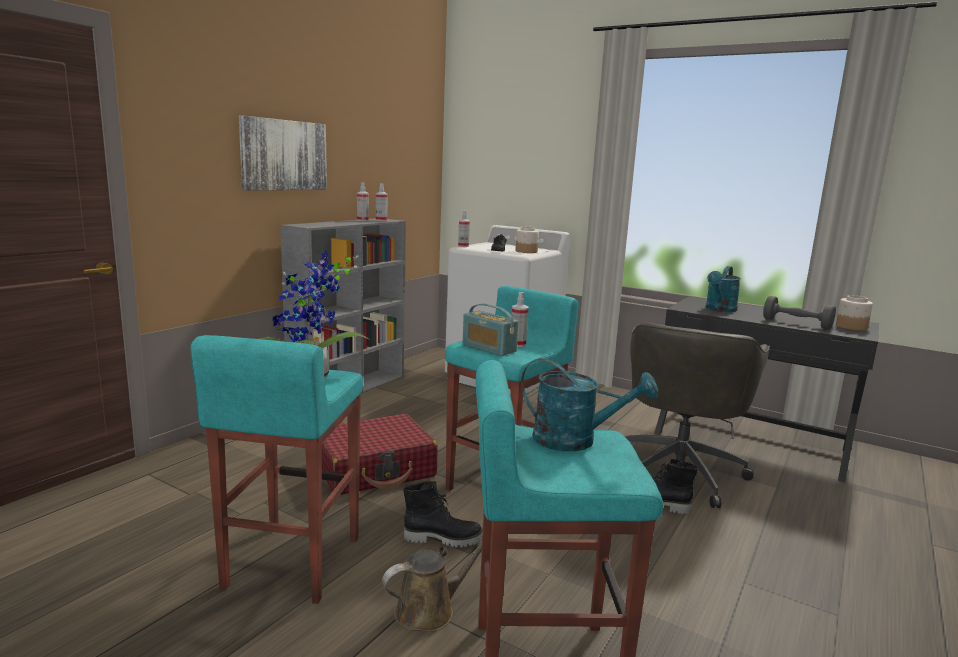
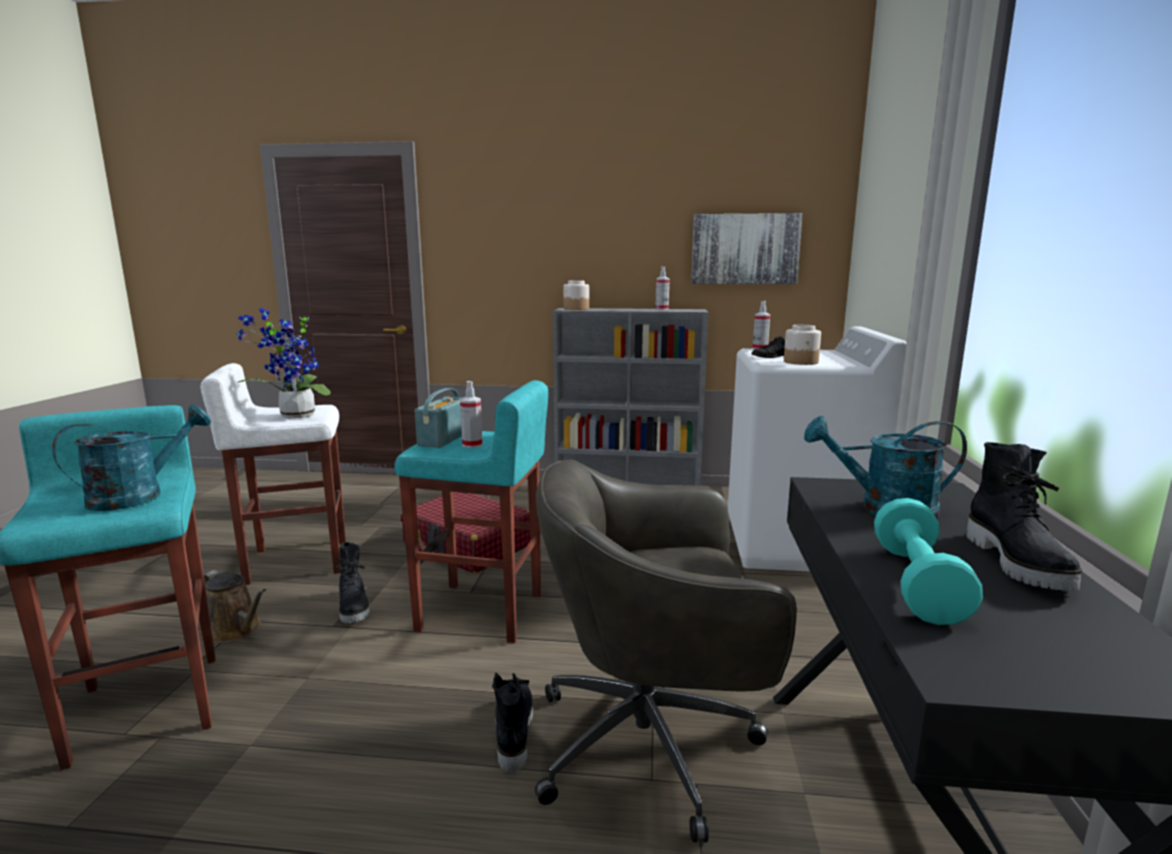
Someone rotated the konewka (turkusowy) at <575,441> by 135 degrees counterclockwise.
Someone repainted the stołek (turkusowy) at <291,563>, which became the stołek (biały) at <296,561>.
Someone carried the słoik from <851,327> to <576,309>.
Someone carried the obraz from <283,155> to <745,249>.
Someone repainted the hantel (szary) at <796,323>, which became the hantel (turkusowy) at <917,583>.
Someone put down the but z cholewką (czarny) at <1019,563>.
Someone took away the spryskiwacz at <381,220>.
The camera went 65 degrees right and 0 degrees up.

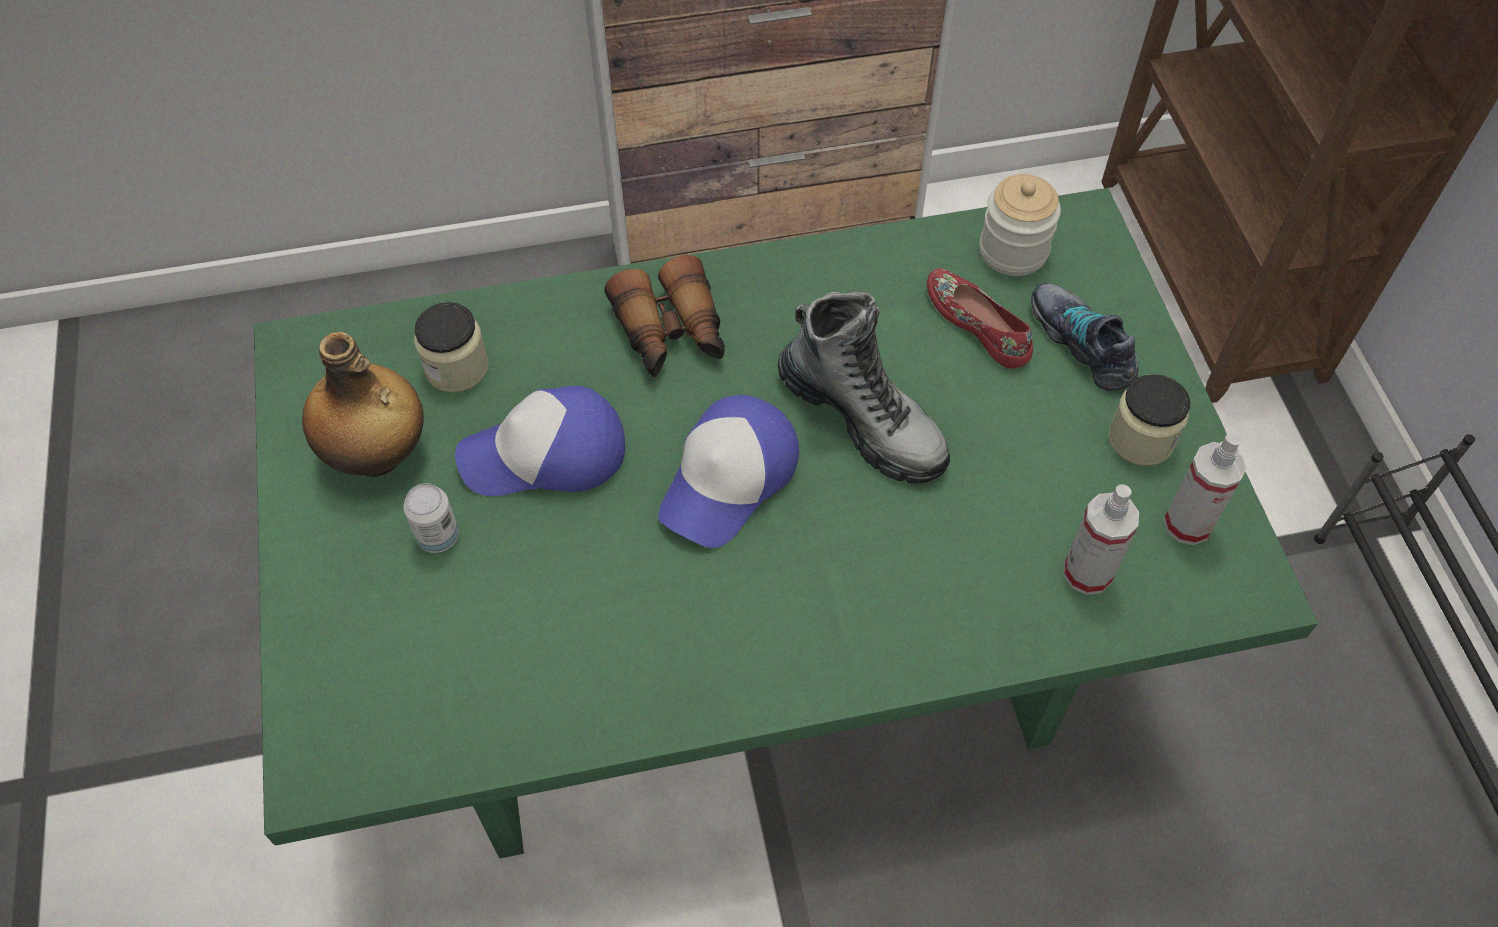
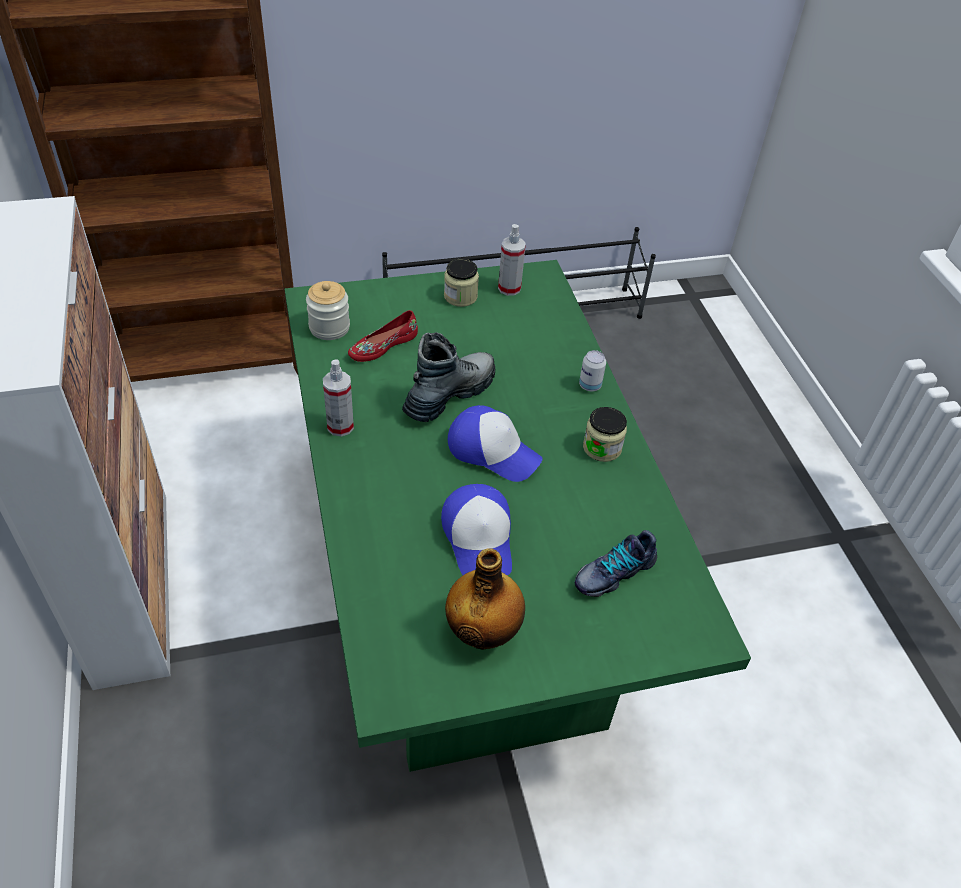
Someone carried the spryskiwacz from <1087,573> to <340,426>.
Someone carried the but from <1082,342> to <613,572>.
Someone carried the puszka from <438,537> to <590,385>.
Someone carried the słoik from <456,367> to <602,448>.
Someone took away the lornetka at <671,334>.
The camera went 95 degrees left and 10 degrees down.

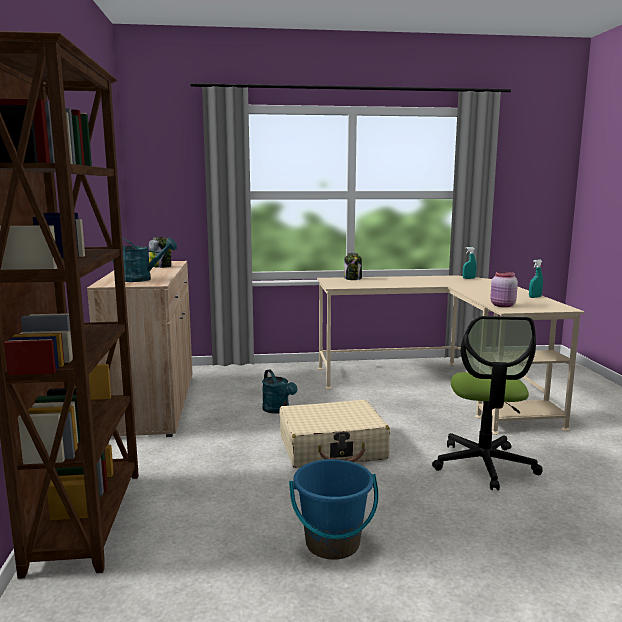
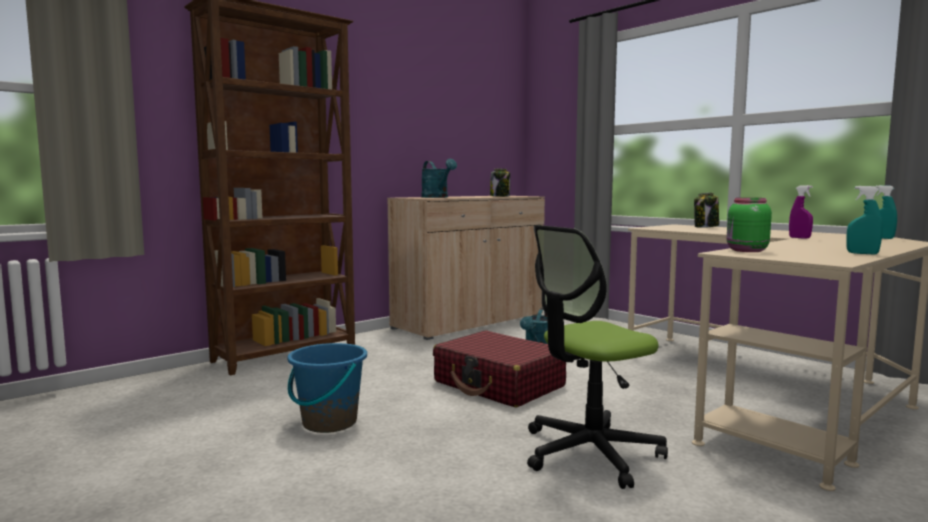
Someone repainted the walizka (beżowy) at <332,448>, which became the walizka (czerwony) at <499,384>.
Someone repainted the słoik (różowy) at <502,305>, which became the słoik (zielony) at <746,251>.
Someone put down the spryskiwacz (fioletowy) at <799,238>.
The camera went 55 degrees right and 5 degrees down.

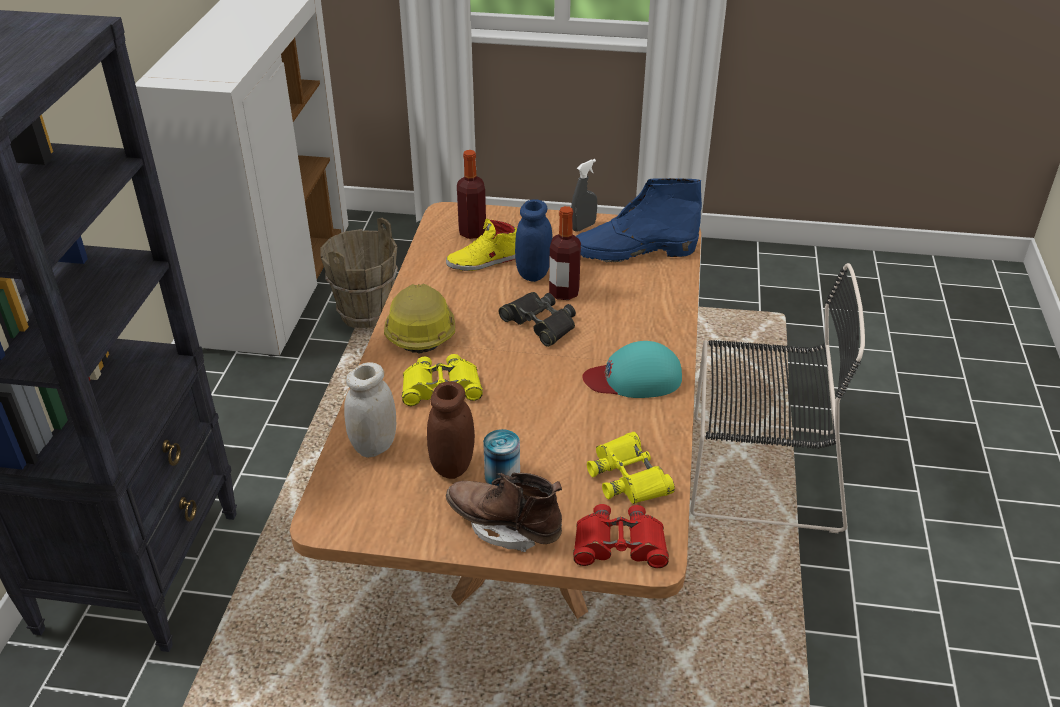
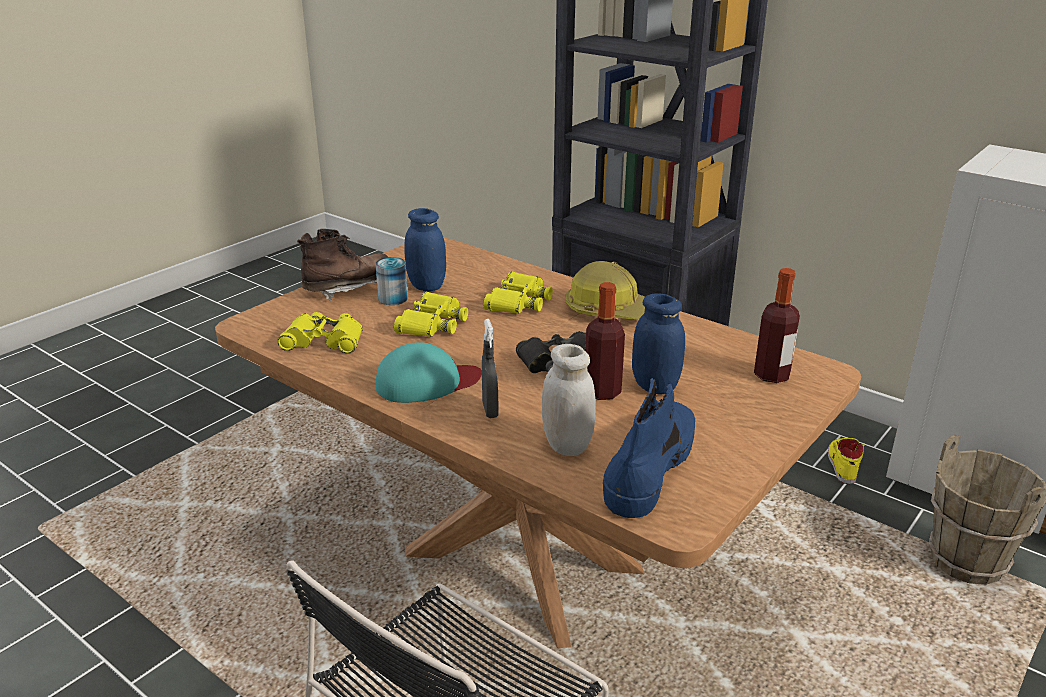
Someone rotated the czapka z daszkiem (turkusowy) at <634,378> by 45 degrees clockwise.
Someone put down the lornetka (żółty) at <432,323>.
Someone repainted the słoik (brązowy) at <452,466>, which became the słoik (niebieski) at <426,286>.
Someone carried the spryskiwacz (szary) from <583,227> to <490,410>.
Someone carried the słoik (biały) from <374,445> to <567,445>.
Someone carried the but (żółty) from <484,261> to <841,464>.
Someone took away the lornetka (czerwony) at <619,545>.
The camera went 120 degrees right and 10 degrees down.

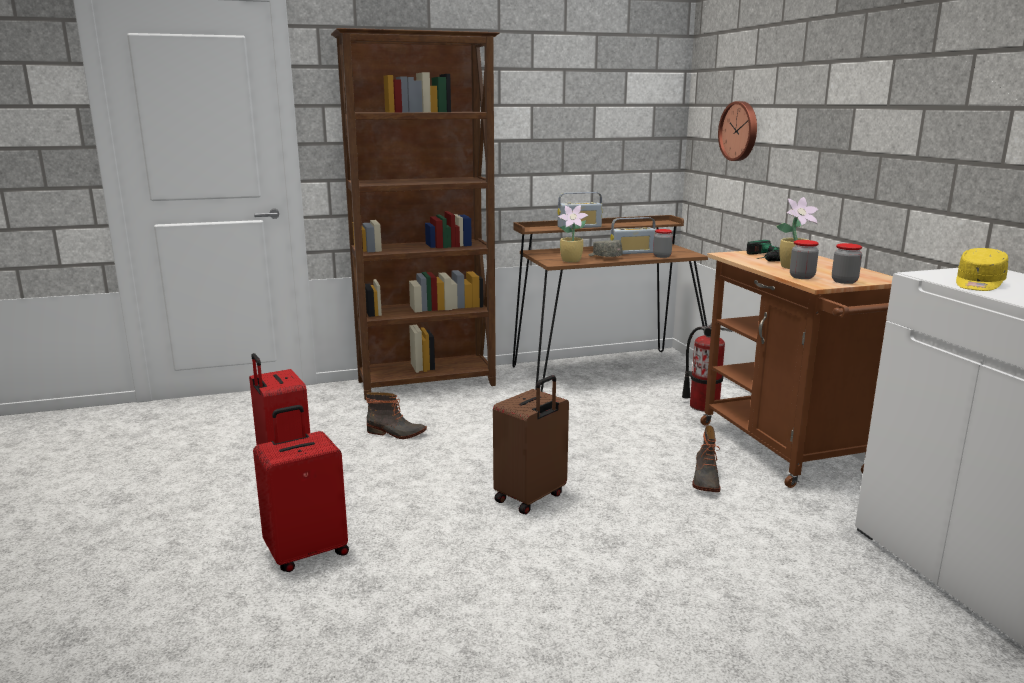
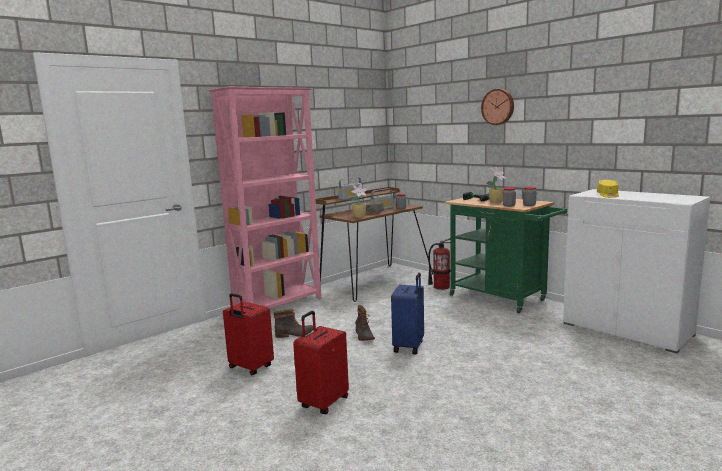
Someone repainted the regał (brązowy) at <428,384>, which became the regał (różowy) at <279,305>.
Someone carried the but z cholewką from <705,480> to <363,335>.
Someone repainted the walizka (brązowy) at <531,498>, which became the walizka (niebieski) at <409,346>.
Someone repainted the wózek (brązowy) at <789,452>, which became the wózek (zielony) at <502,299>.
Someone carried the zegar ścienny from <740,131> to <498,107>.
The camera went 25 degrees left and 5 degrees down.

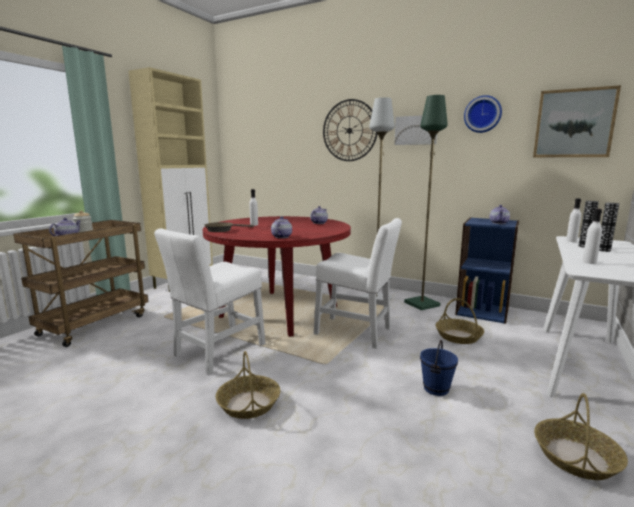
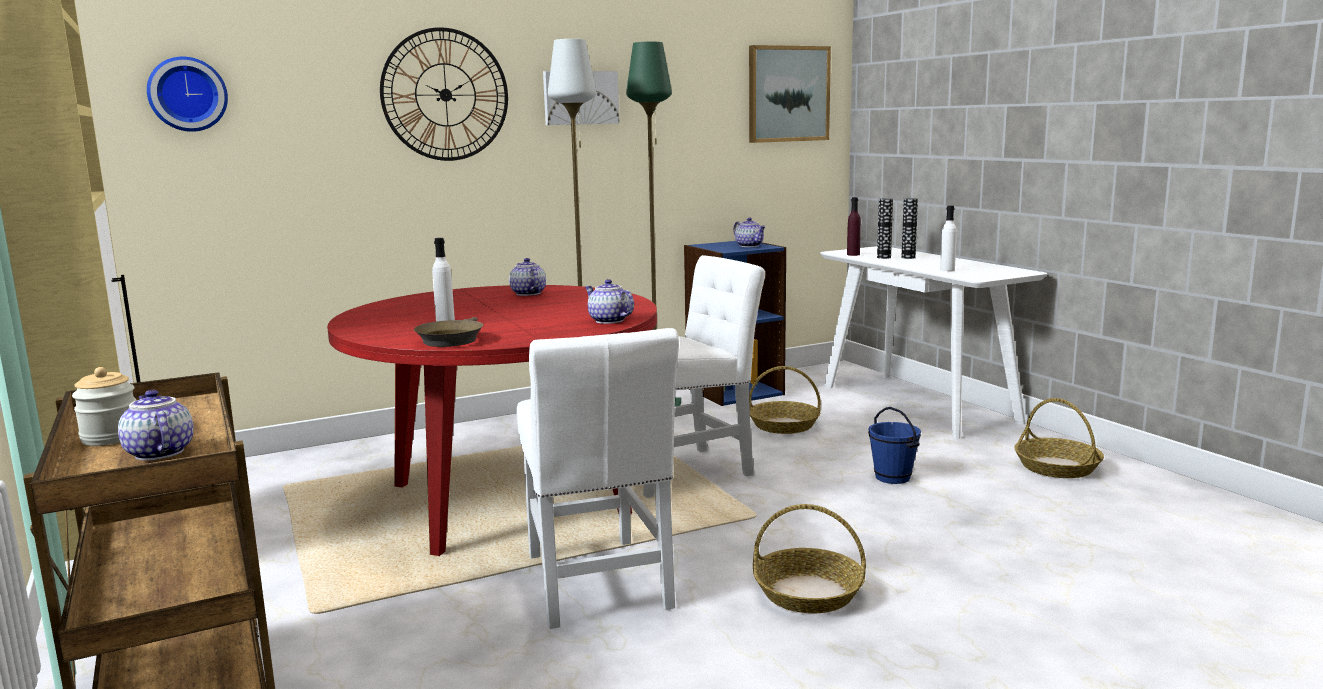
Someone carried the zegar ścienny from <482,114> to <187,94>.
Someone repainted the butelka (biały) at <571,241>, which became the butelka (fioletowy) at <853,254>.
The camera went 55 degrees left and 0 degrees up.

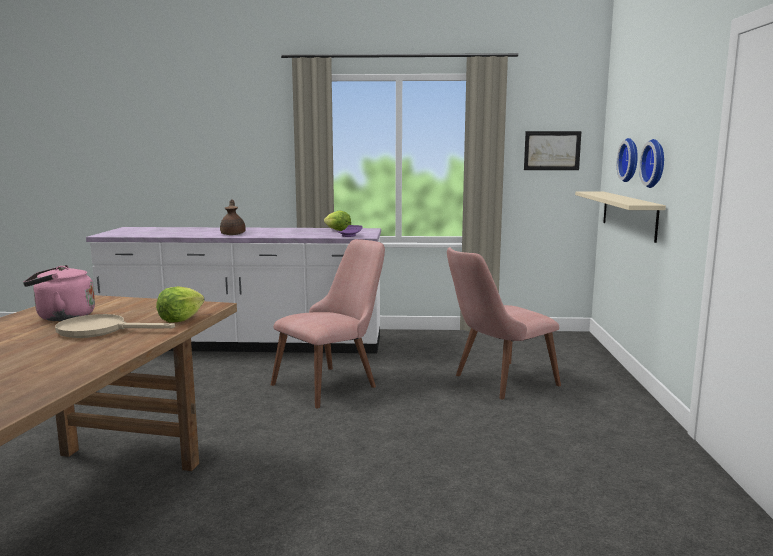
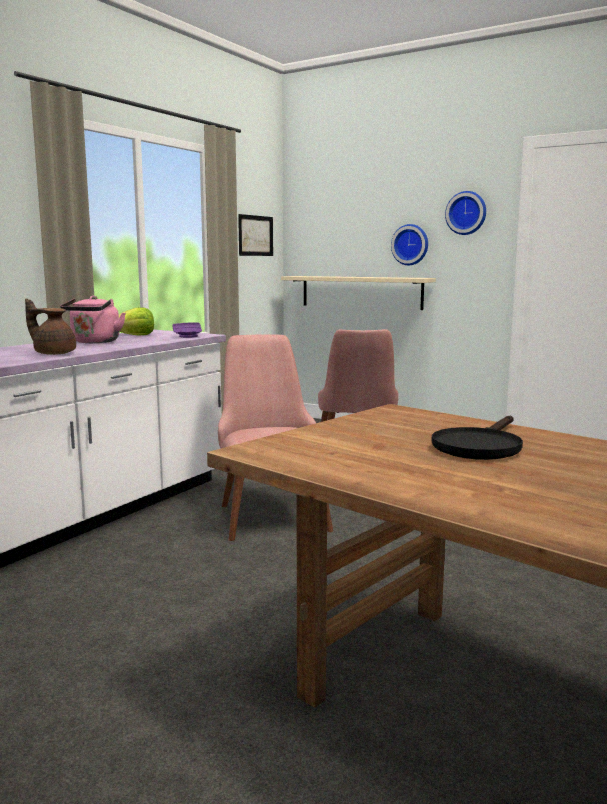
Someone carried the czajnik (różowy) from <62,317> to <94,342>.
Someone repainted the patelnia (beżowy) at <101,330>, which became the patelnia (czarny) at <479,446>.
Someone carried the zegar ścienny from <631,160> to <466,213>.
Someone took away the sałata at <181,319>.
The camera went 60 degrees left and 0 degrees up.

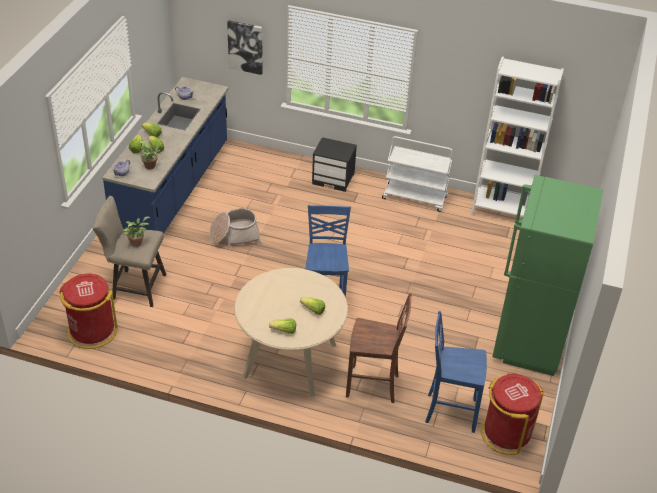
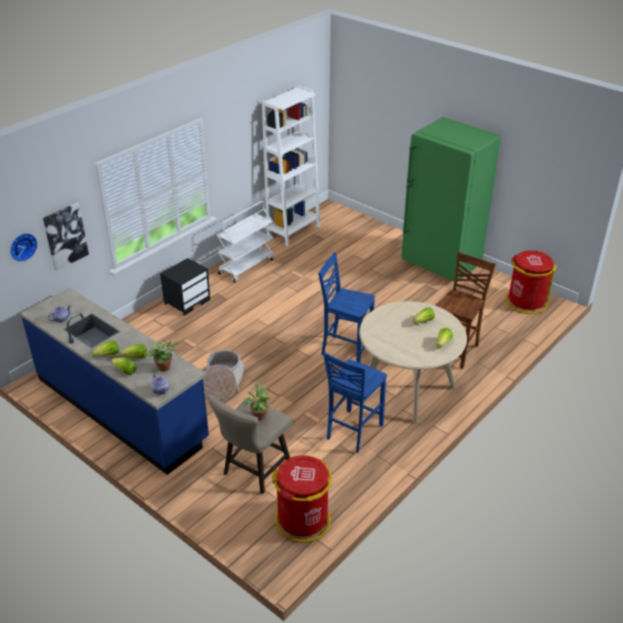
Someone put up the zegar ścienny at <22,246>.
Someone carried the krzesło (niebieski) from <449,411> to <352,432>.
The camera went 65 degrees left and 5 degrees down.

